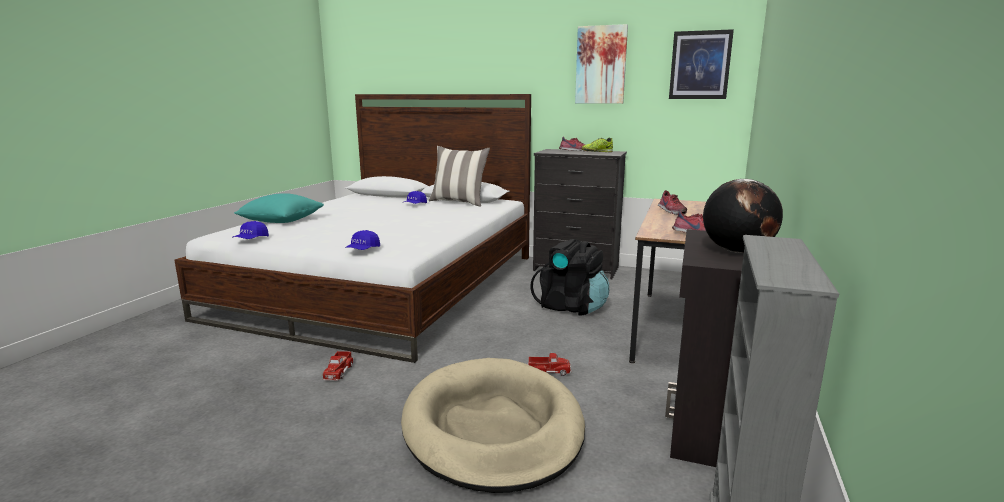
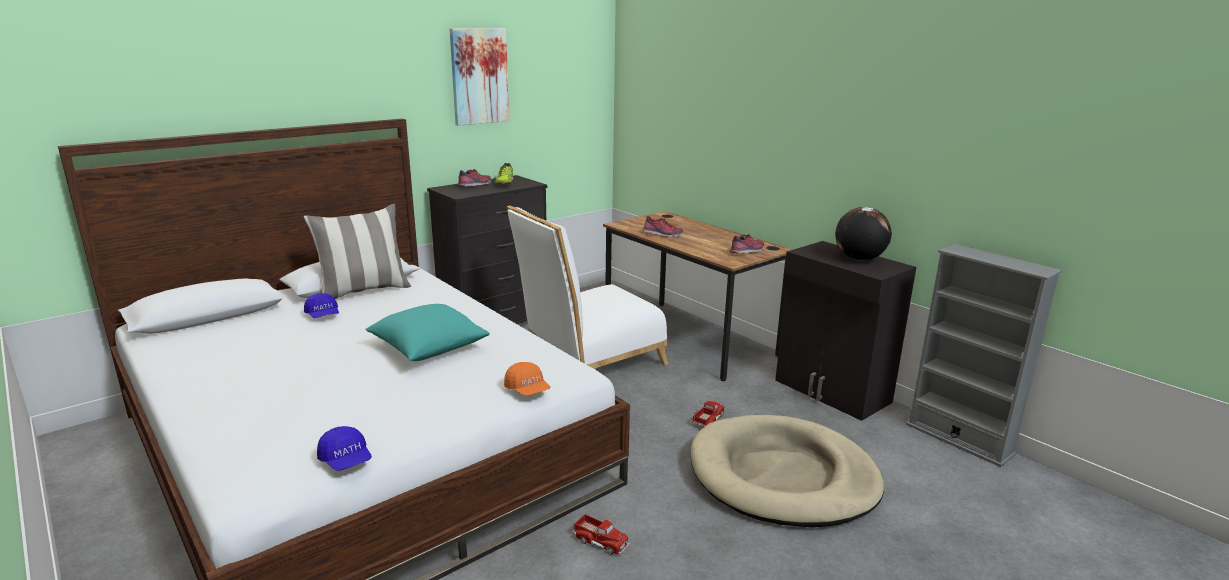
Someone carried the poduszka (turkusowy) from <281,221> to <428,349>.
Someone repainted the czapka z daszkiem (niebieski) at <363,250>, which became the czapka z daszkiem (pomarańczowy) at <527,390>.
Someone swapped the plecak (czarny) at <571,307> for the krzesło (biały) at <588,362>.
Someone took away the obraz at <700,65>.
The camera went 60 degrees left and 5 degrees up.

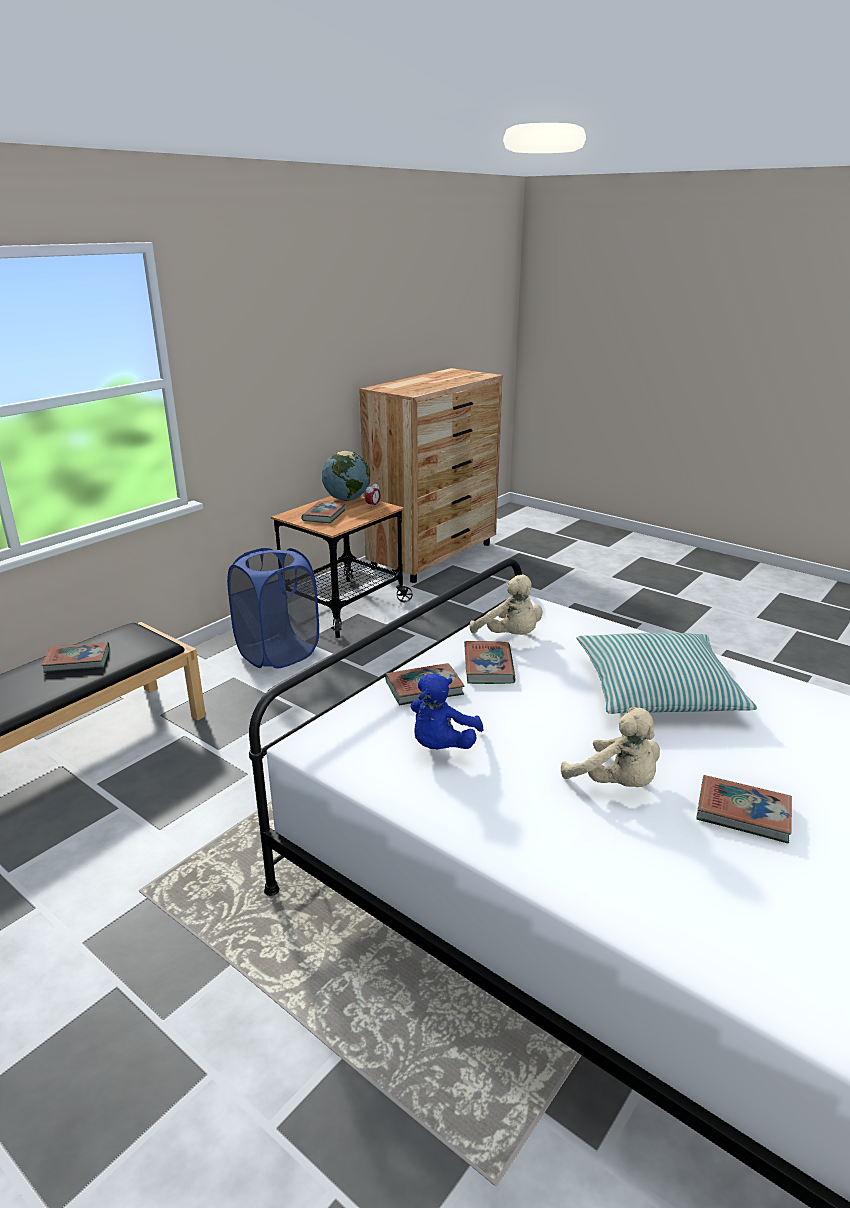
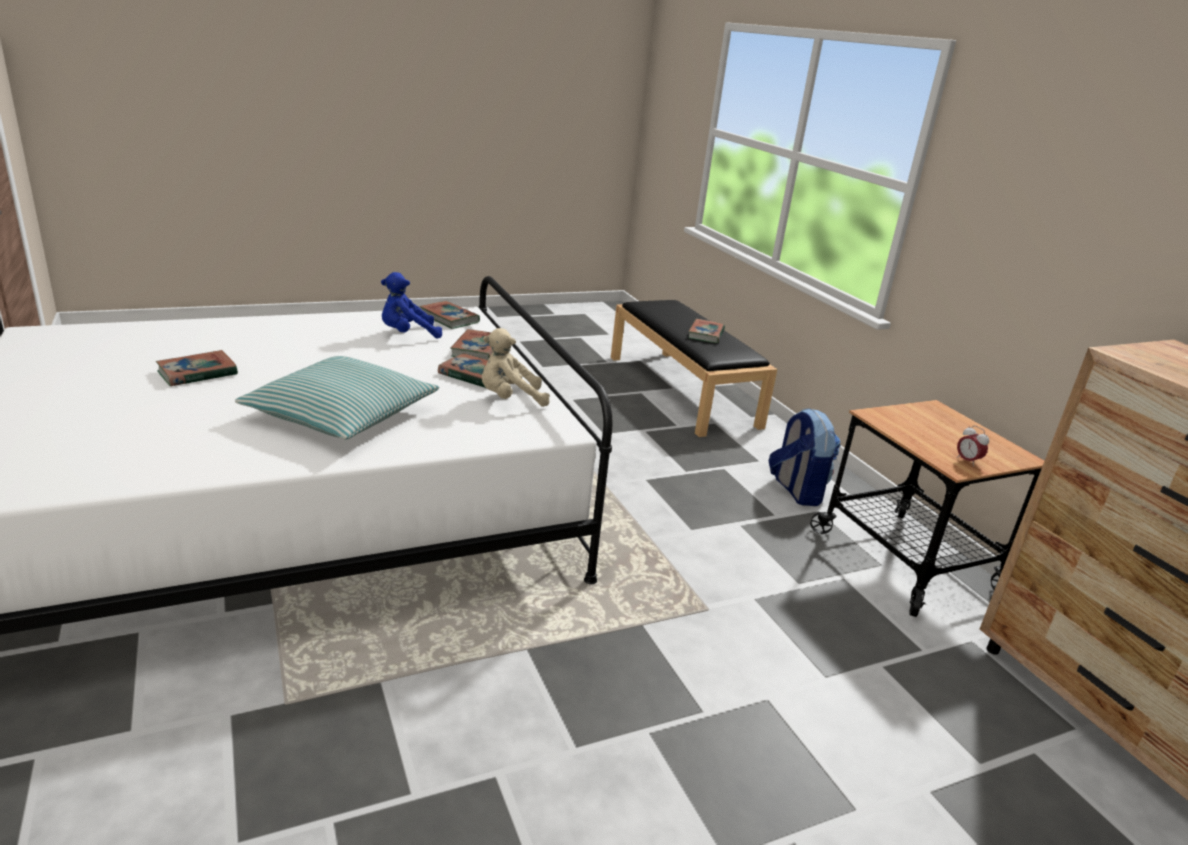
Someone rotated the pluszak (niebieski) at <441,746> by 75 degrees counterclockwise.
Someone carried the książka from <324,515> to <449,318>.
Someone swapped the kosz na pranie (niebieski) at <278,653> for the plecak at <796,490>.
Someone took away the globus at <347,499>.
Someone took away the pluszak (beżowy) at <616,783>.
The camera went 115 degrees right and 0 degrees up.

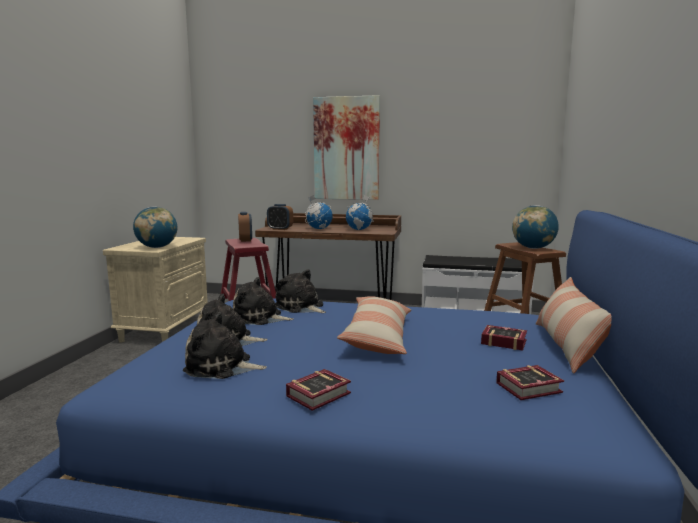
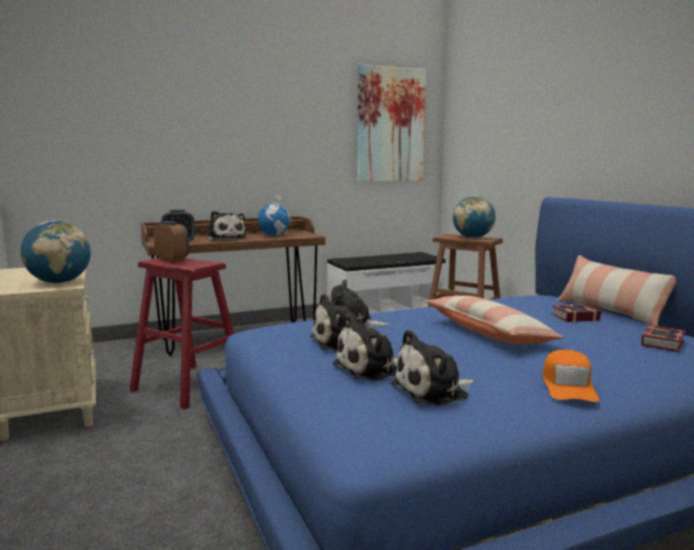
Someone swapped the globus at <318,229> for the pluszak at <226,238>.
Someone carried the obraz from <346,148> to <390,125>.
Someone swapped the książka at <321,394> for the czapka z daszkiem (pomarańczowy) at <568,386>.
The camera went 35 degrees left and 0 degrees up.

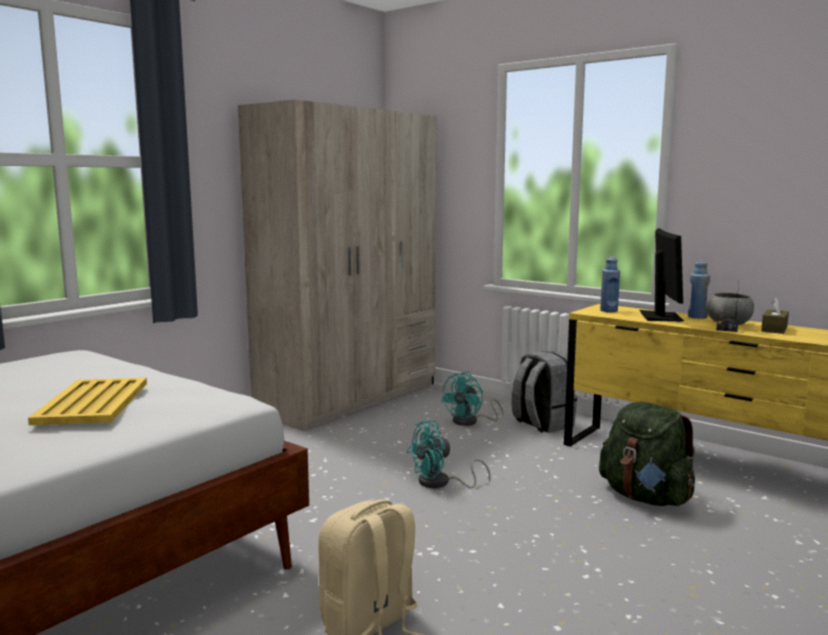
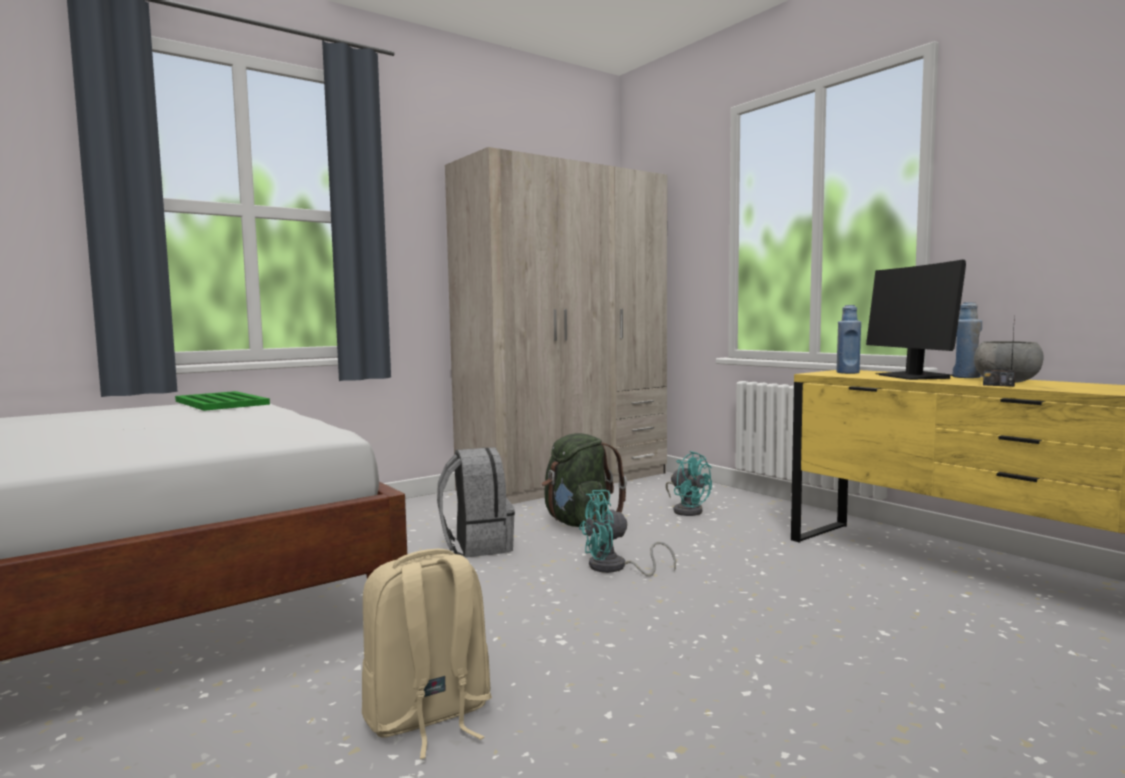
Someone put down the taca (zielony) at <221,403>.
Someone carried the plecak (szary) from <542,424> to <476,546>.
Someone carried the plecak (zielony) from <645,497> to <579,523>.
Someone rotated the wentylator (turkusowy) at <470,421> by 90 degrees counterclockwise.
Someone rotated the monitor at <660,317> by 150 degrees clockwise.
Someone took away the taca (żółty) at <92,403>.
Someone took away the pudełko chusteczek (brązowy) at <774,329>.
The camera went 15 degrees right and 5 degrees down.

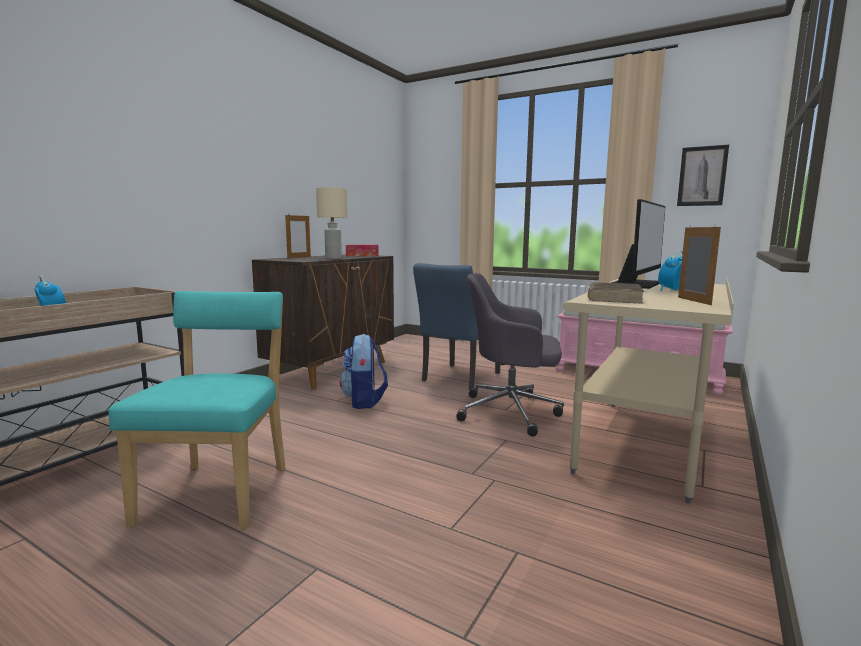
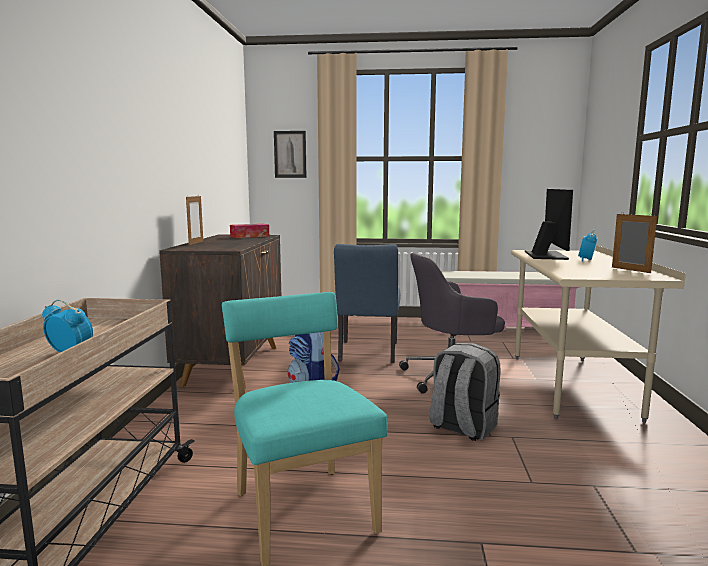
Someone carried the obraz from <702,176> to <290,154>.
Someone put down the plecak (szary) at <462,427>.
Someone took away the lampa stołowa (beżowy) at <334,258>.
Someone took away the książka (brązowy) at <613,297>.
The camera went 25 degrees left and 0 degrees up.

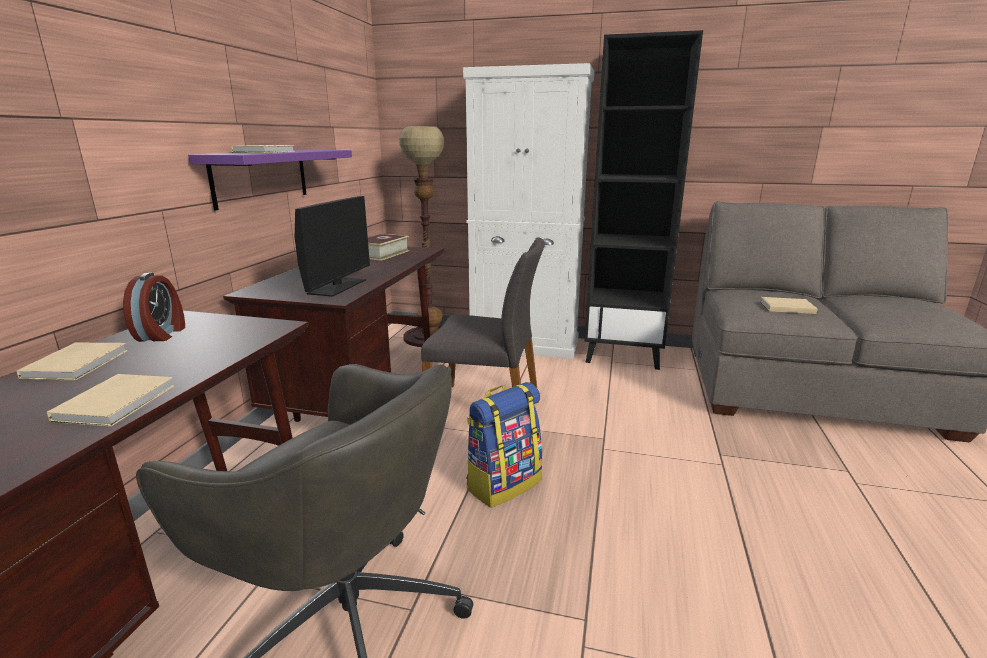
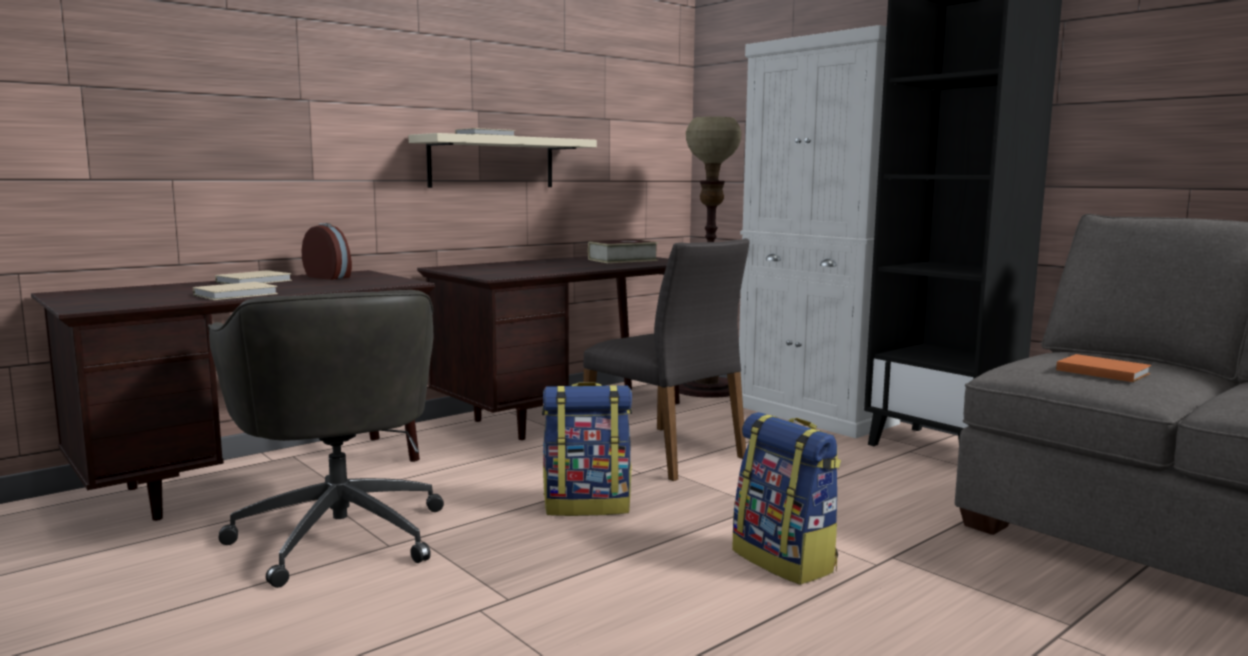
Someone rotated the budzik at <162,334> by 90 degrees counterclockwise.
Someone repainted the półka (fioletowy) at <261,177>, which became the półka (beżowy) at <492,162>.
Someone put down the plecak at <785,560>.
Someone repainted the książka (beżowy) at <785,307>, which became the książka (pomarańczowy) at <1100,371>.
Someone took away the monitor at <337,287>.
The camera went 35 degrees right and 10 degrees down.

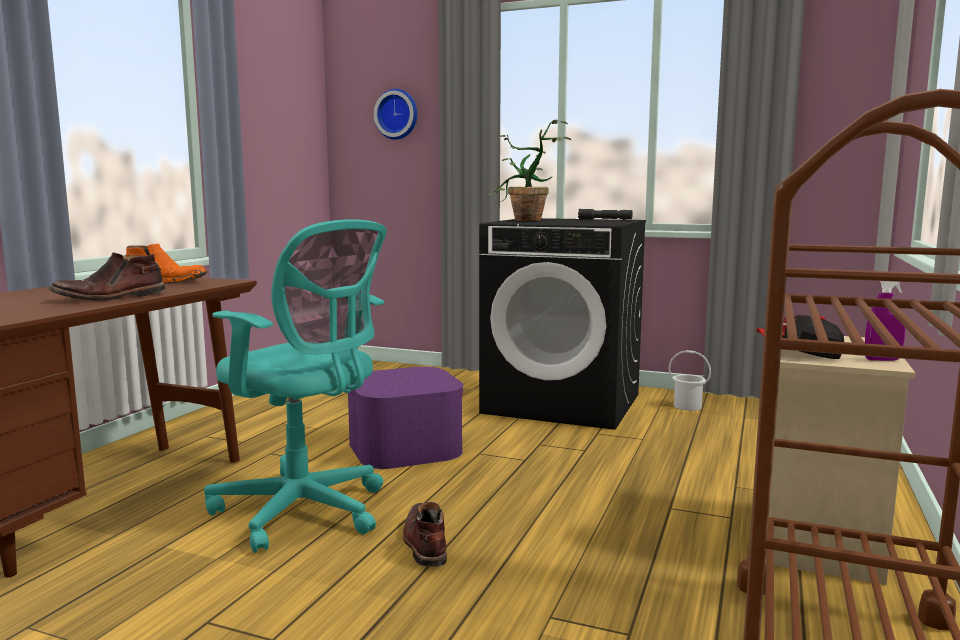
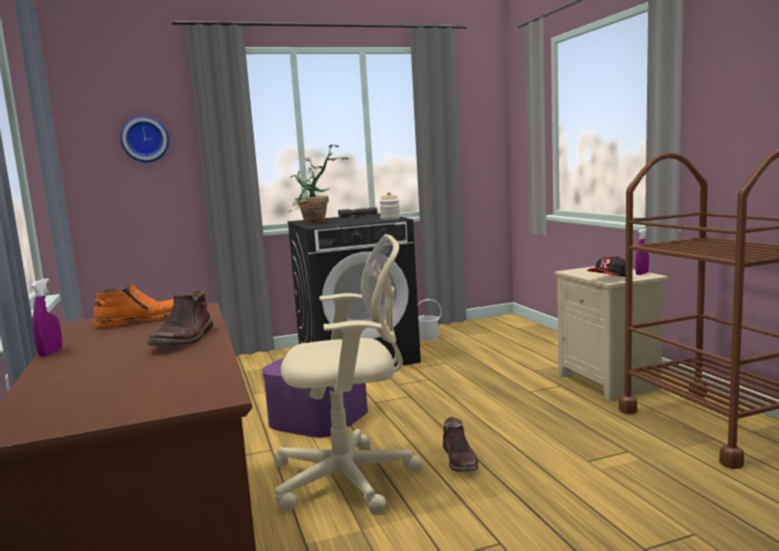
Someone put down the spryskiwacz (fioletowy) at <50,352>.
Someone repainted the krzesło biurowe (turkusowy) at <305,512>, which became the krzesło biurowe (beżowy) at <350,478>.
Someone put down the słoik at <390,219>.
Someone rotated the but z cholewką (brązowy) at <424,543> by 135 degrees counterclockwise.
The camera went 40 degrees left and 0 degrees up.

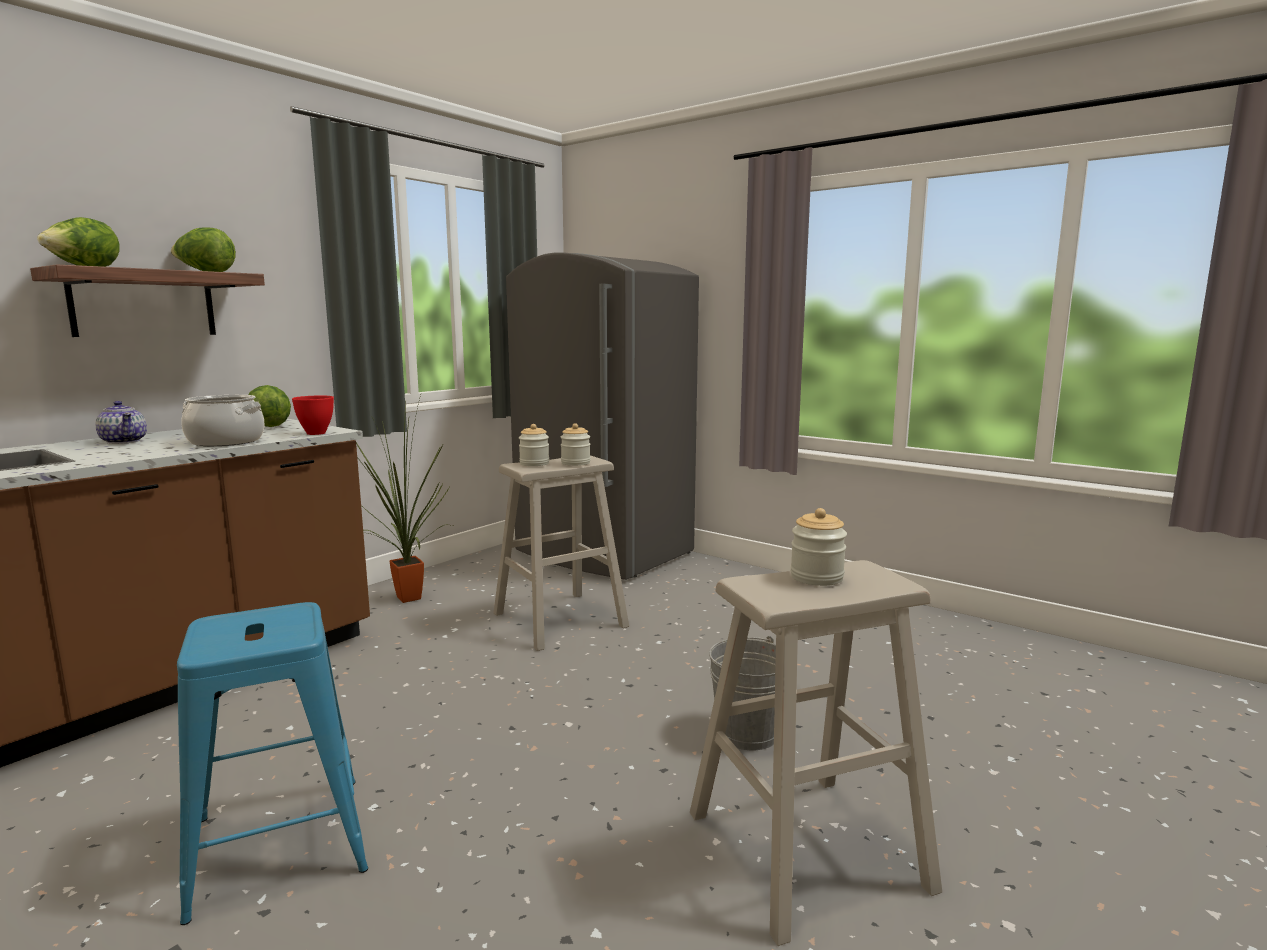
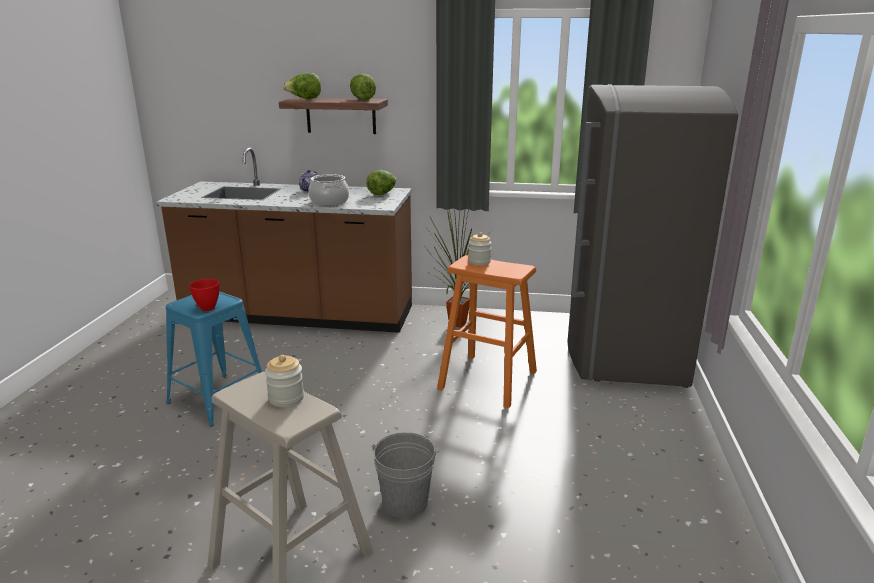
Someone carried the miska (czerwony) from <315,433> to <207,308>.
Someone repainted the stołek (beżowy) at <560,619>, which became the stołek (pomarańczowy) at <488,380>.
Someone took away the słoik at <575,463>.
The camera went 60 degrees right and 10 degrees up.

